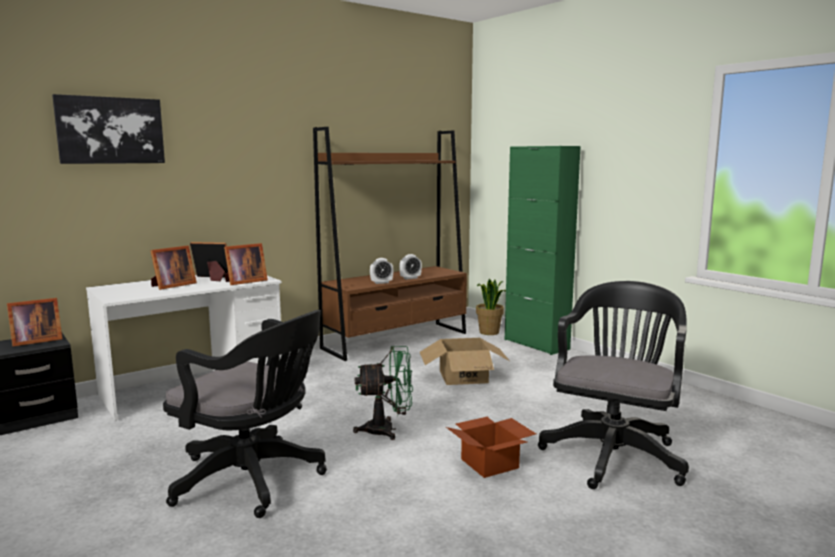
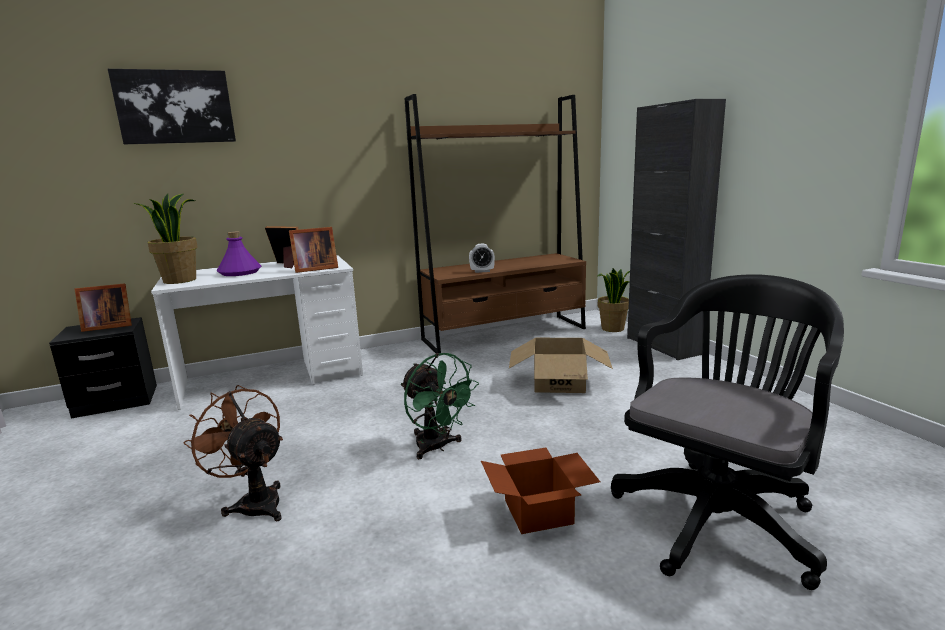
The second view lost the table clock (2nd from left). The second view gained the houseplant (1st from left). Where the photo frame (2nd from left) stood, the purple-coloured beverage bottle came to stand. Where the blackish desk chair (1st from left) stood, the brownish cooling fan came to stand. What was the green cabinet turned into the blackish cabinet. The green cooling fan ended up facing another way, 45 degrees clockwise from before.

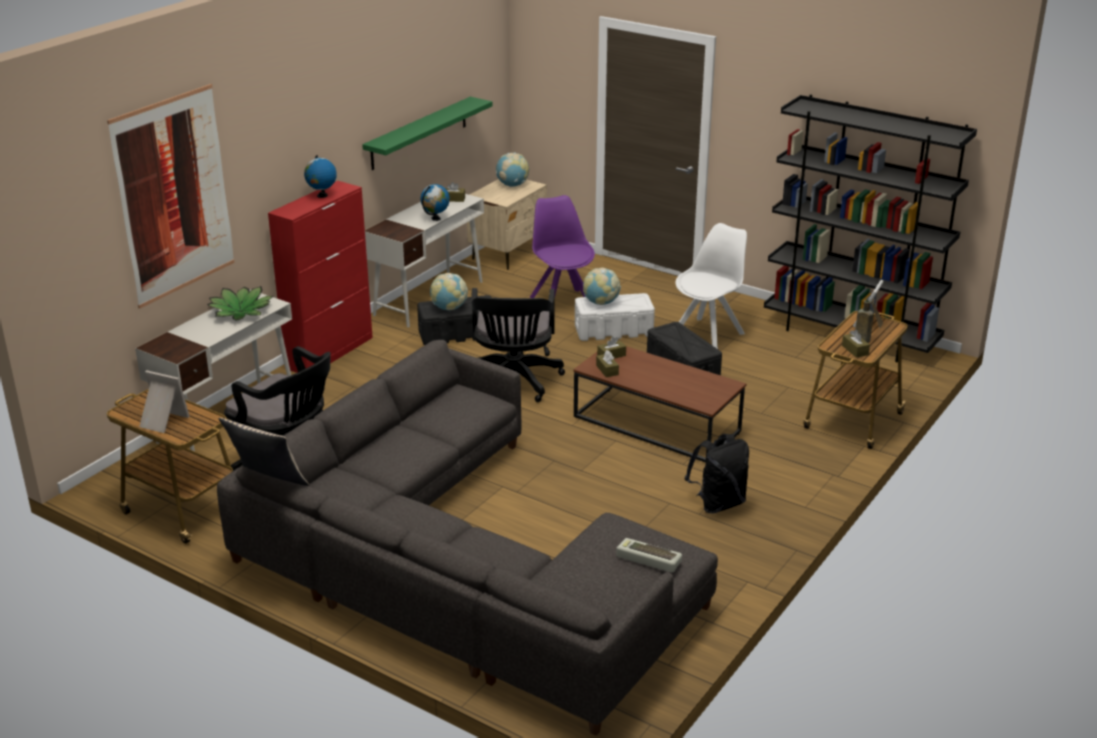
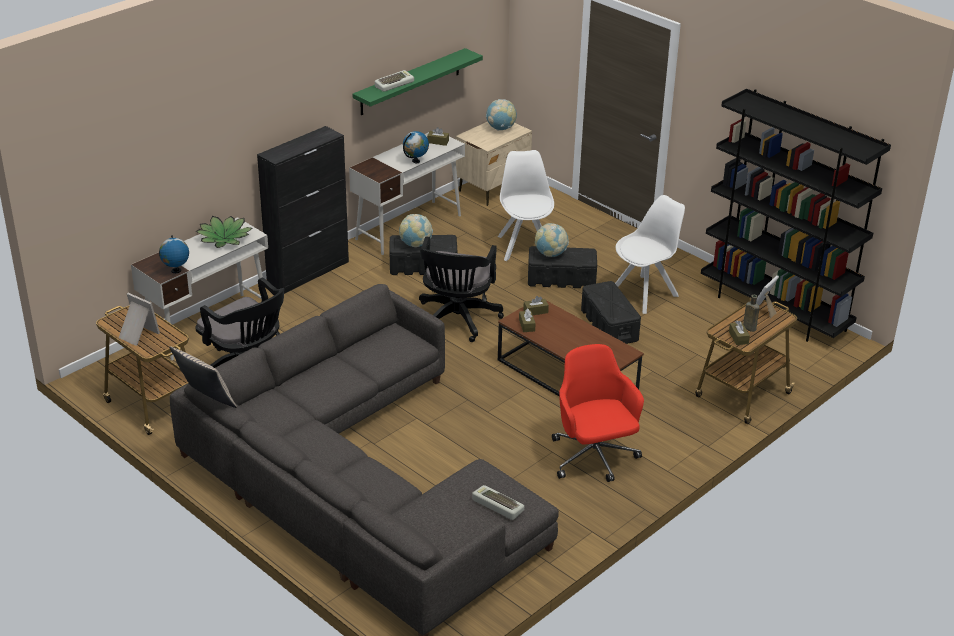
The second view lost the picture. The second view gained the PC keyboard (1st from left). The world globe (1st from left) ended up elsewhere. Where the blackish rucksack stood, the red desk chair came to stand. What was the red cabinet turned into the blackish cabinet. What was the purple-coloured chair turned into the white chair (1st from left). What was the white storage box turned into the blackish storage box (2nd from left).

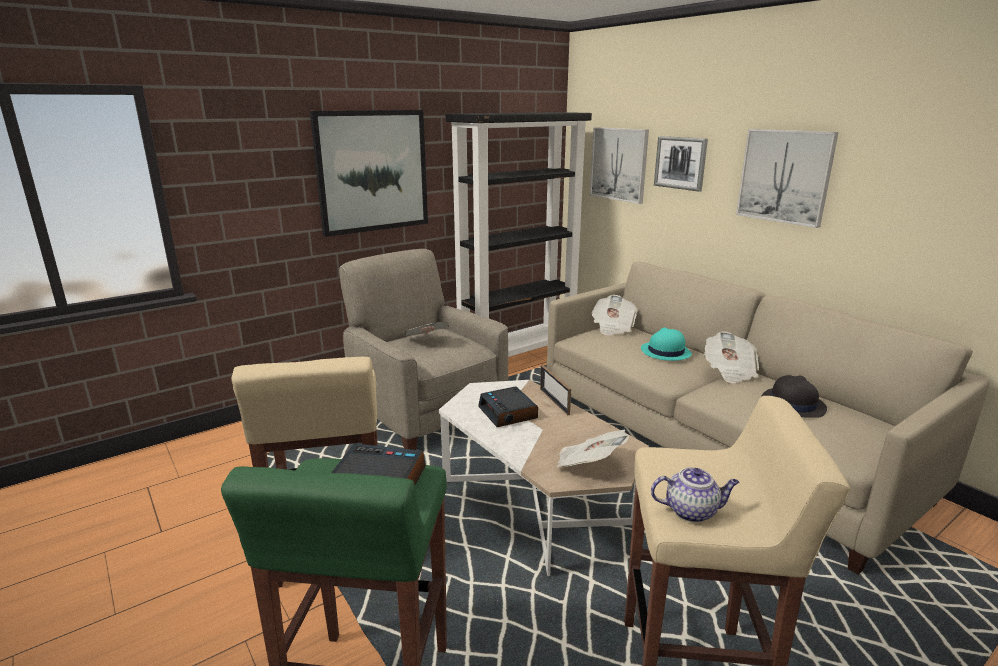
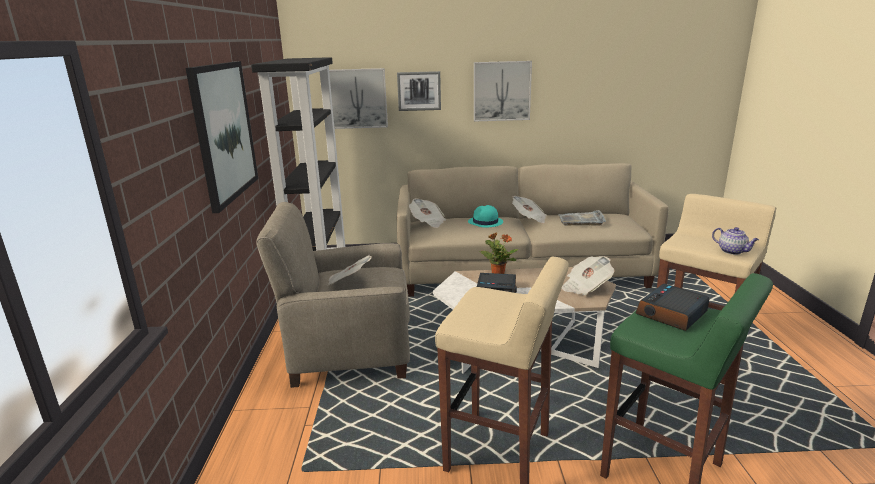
Where the photo frame stood, the houseplant came to stand. Where the blackish hat stood, the grey serving tray came to stand. The pot for tea ended up facing another way, 105 degrees clockwise from before.

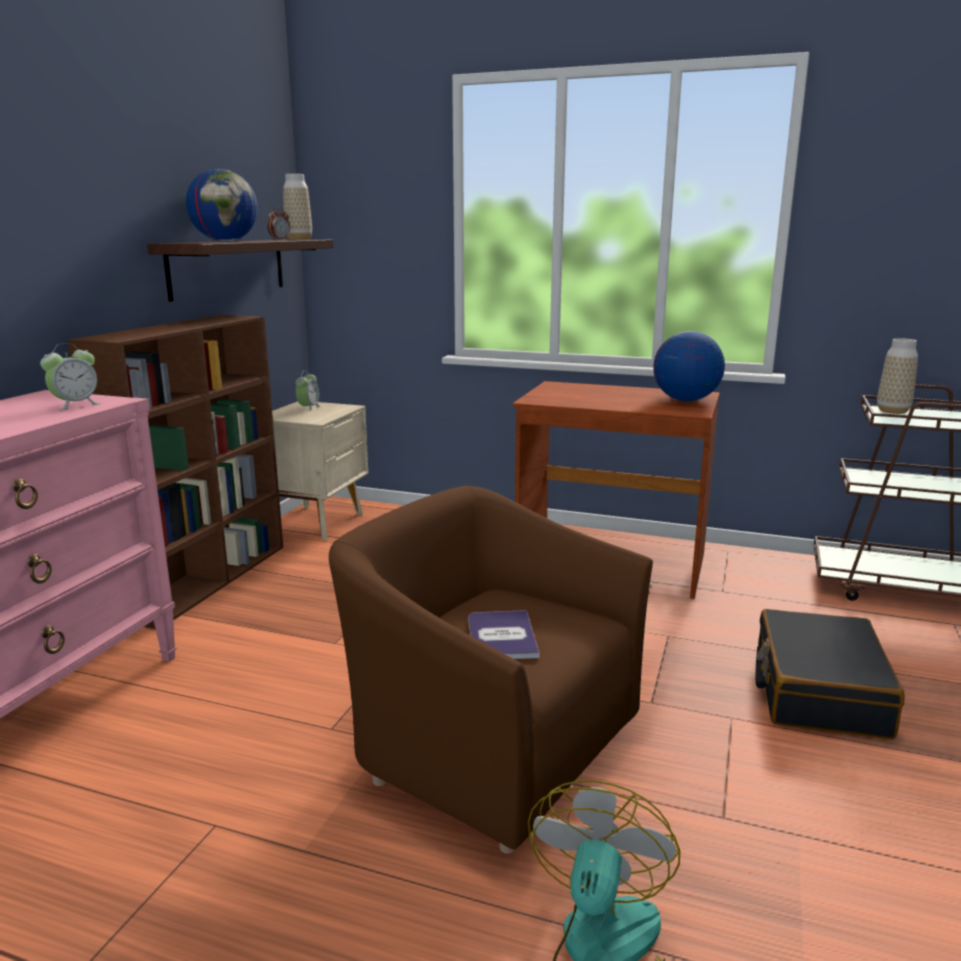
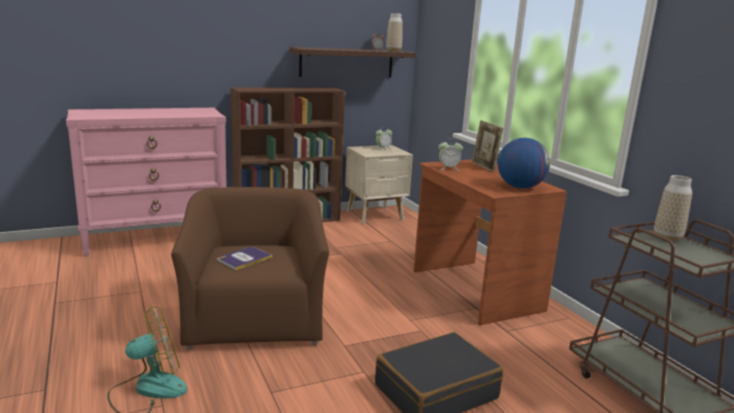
The second view lost the world globe (1st from left). The second view gained the photo frame. The table clock (1st from left in the first image) ended up elsewhere.

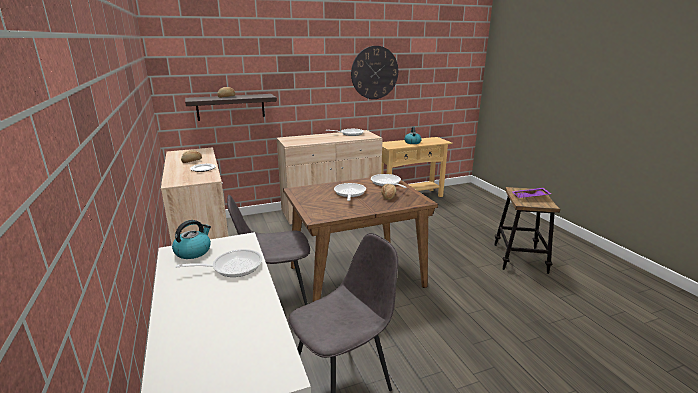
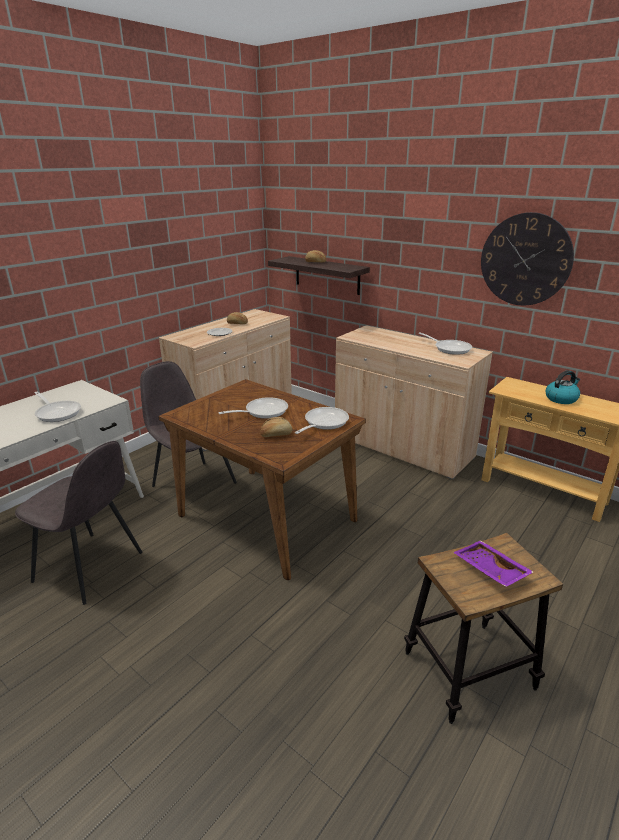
The second view lost the tea kettle (1st from left).

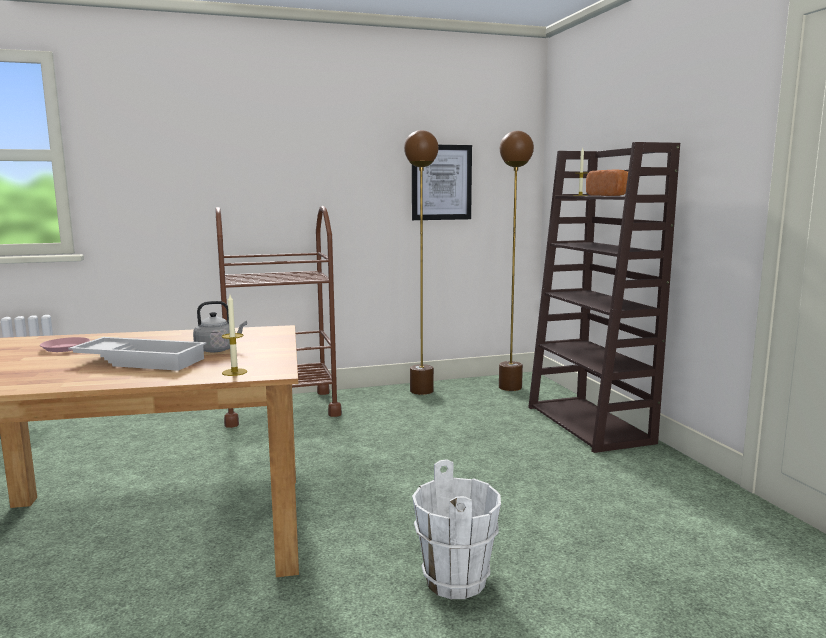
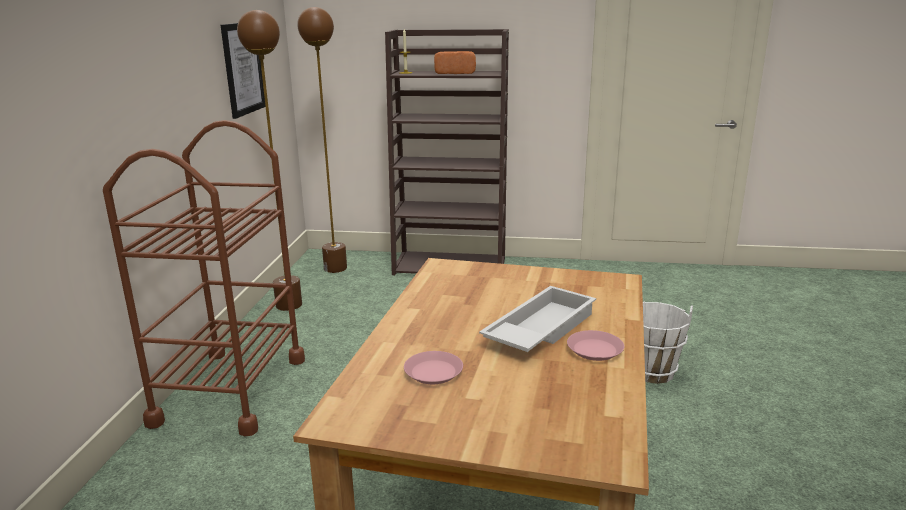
The second view lost the grey tea kettle. The second view lost the candle (1st from left). The second view gained the pinkish flat dish (2nd from left).

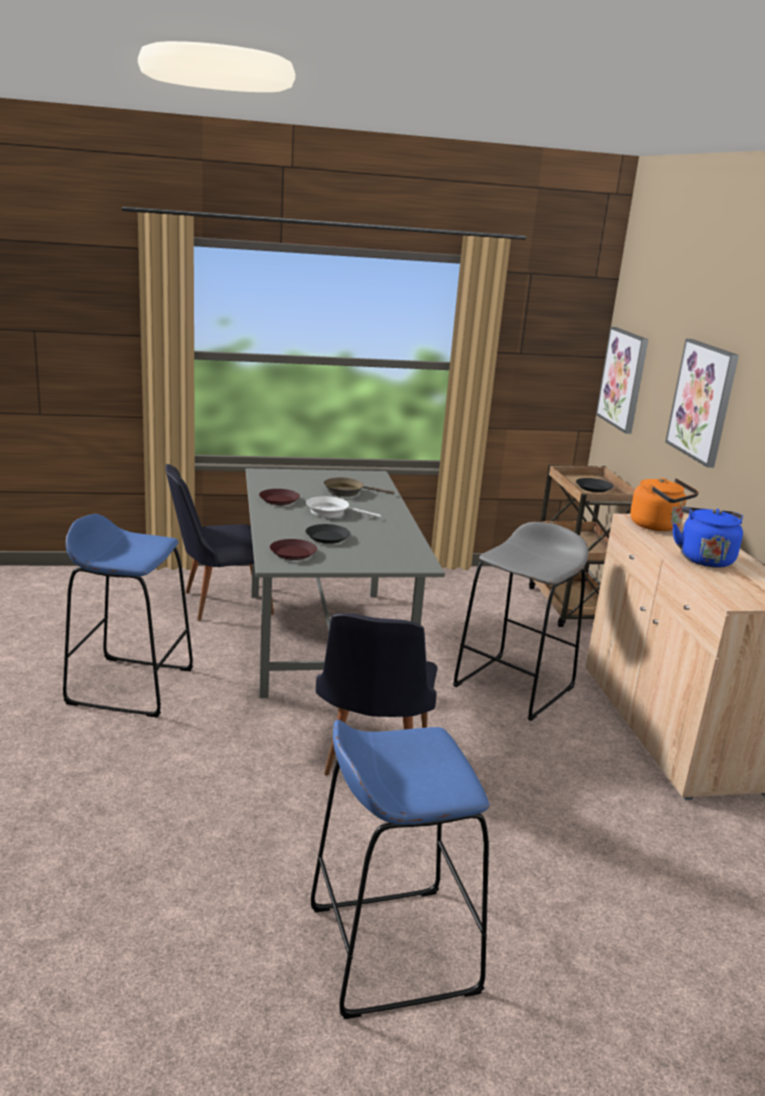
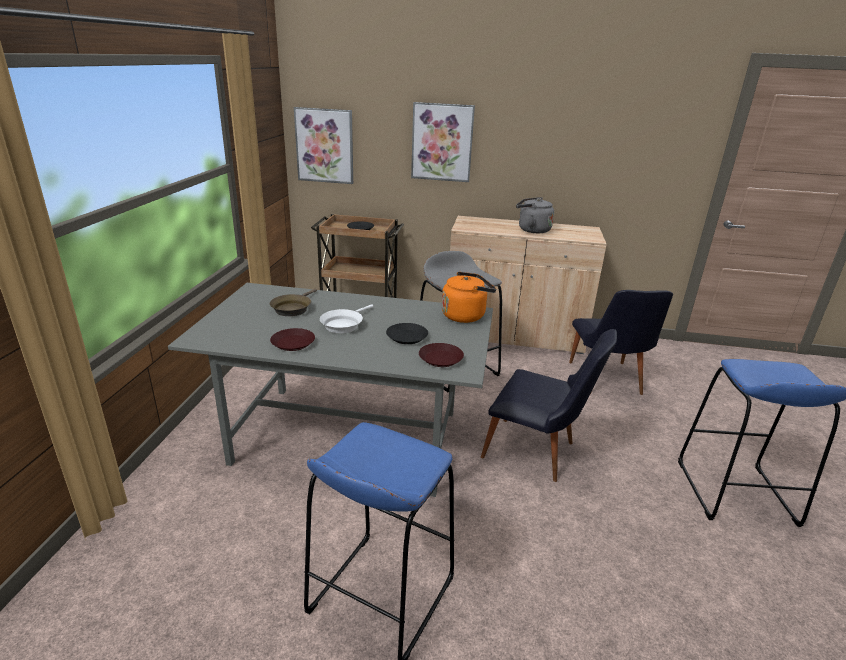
The blackish chair (1st from left in the first image) ended up elsewhere. The orangey tea kettle ended up elsewhere. What was the bluish tea kettle turned into the grey tea kettle.

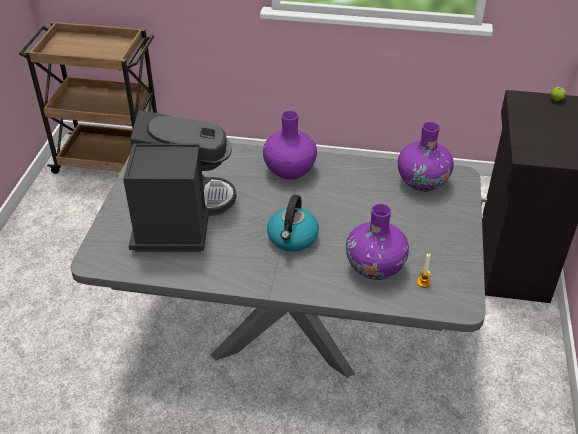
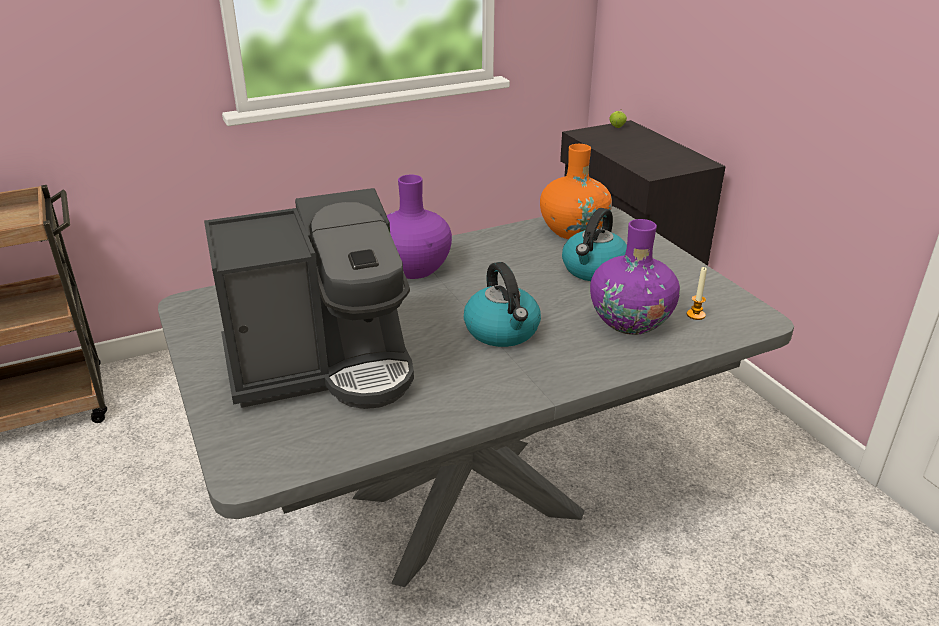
The second view gained the tea kettle (2nd from left). What was the purple-coloured decorative vase (3rd from left) turned into the orangey decorative vase. The coffee maker ended up facing another way, 105 degrees clockwise from before.

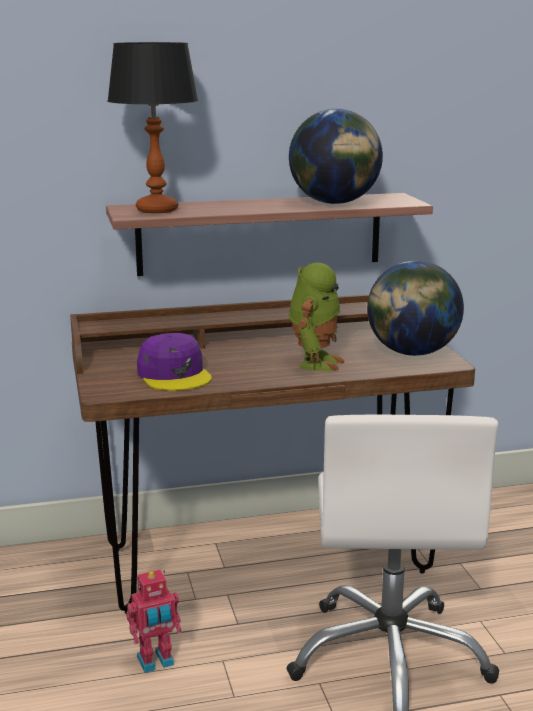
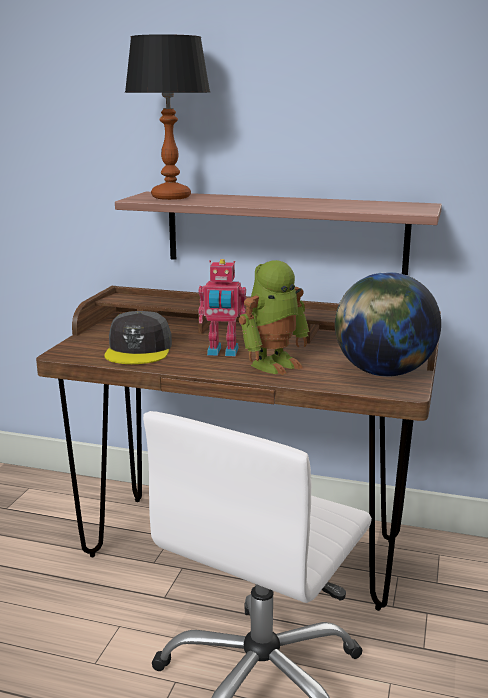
The second view lost the world globe (1st from left). The toy robot (1st from left) ended up elsewhere. What was the purple-coloured baseball cap turned into the grey baseball cap.

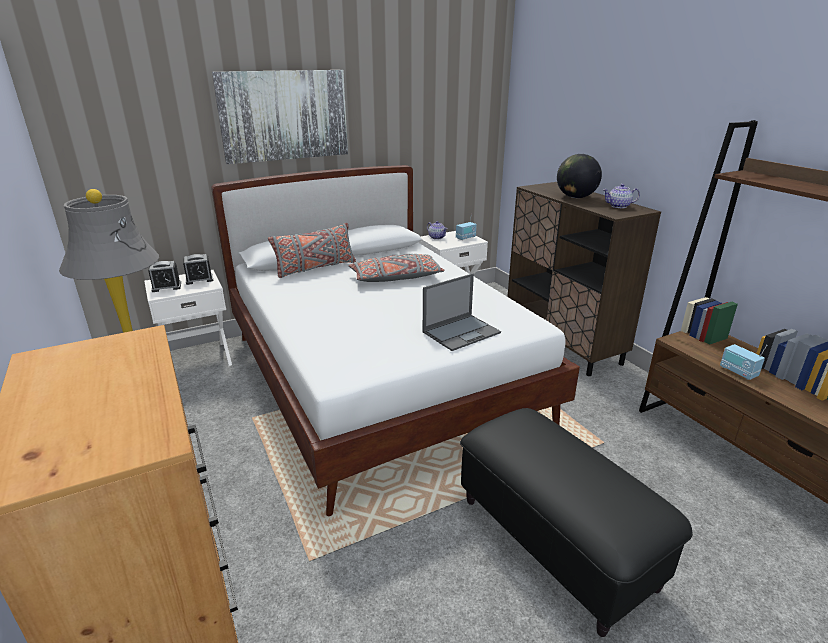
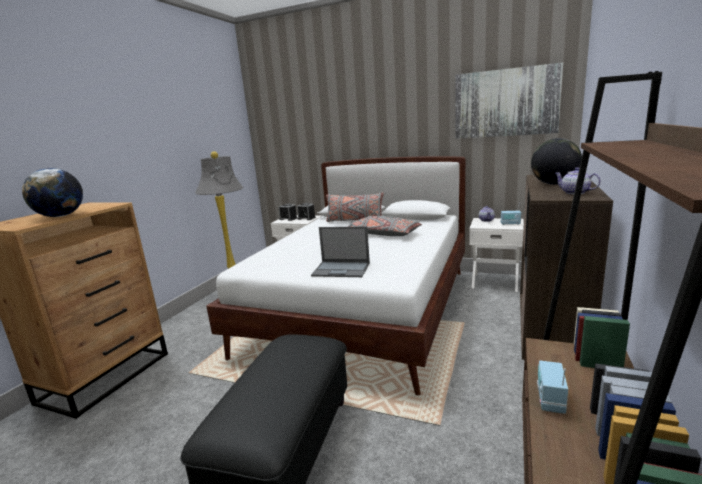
The second view gained the world globe (1st from left). The picture ended up elsewhere.

